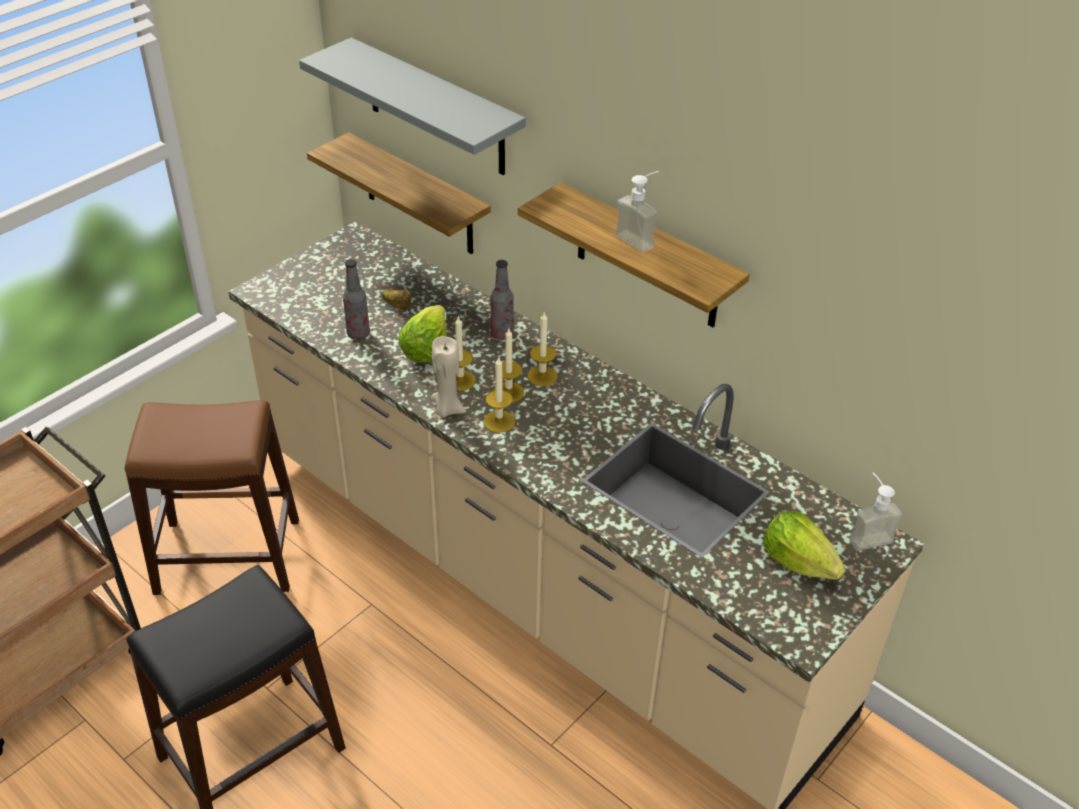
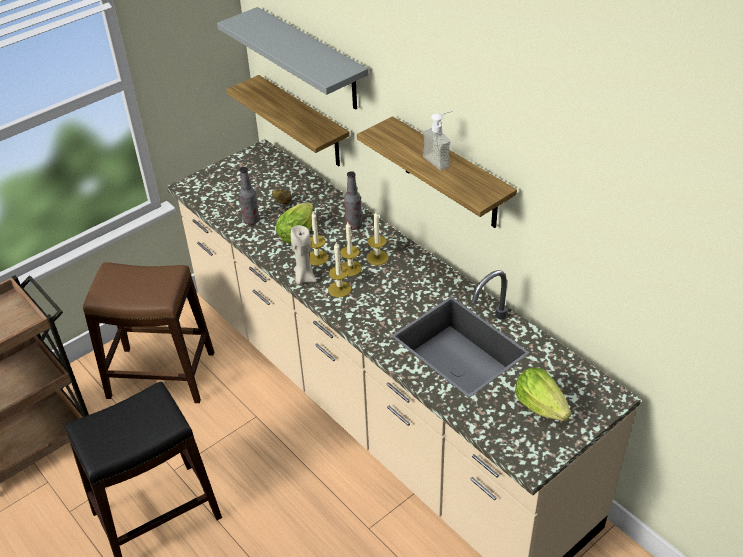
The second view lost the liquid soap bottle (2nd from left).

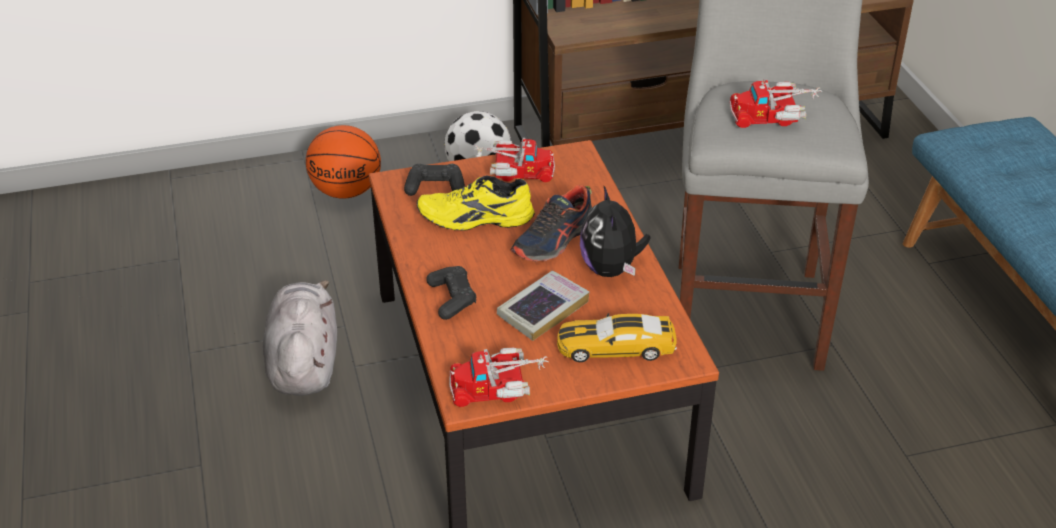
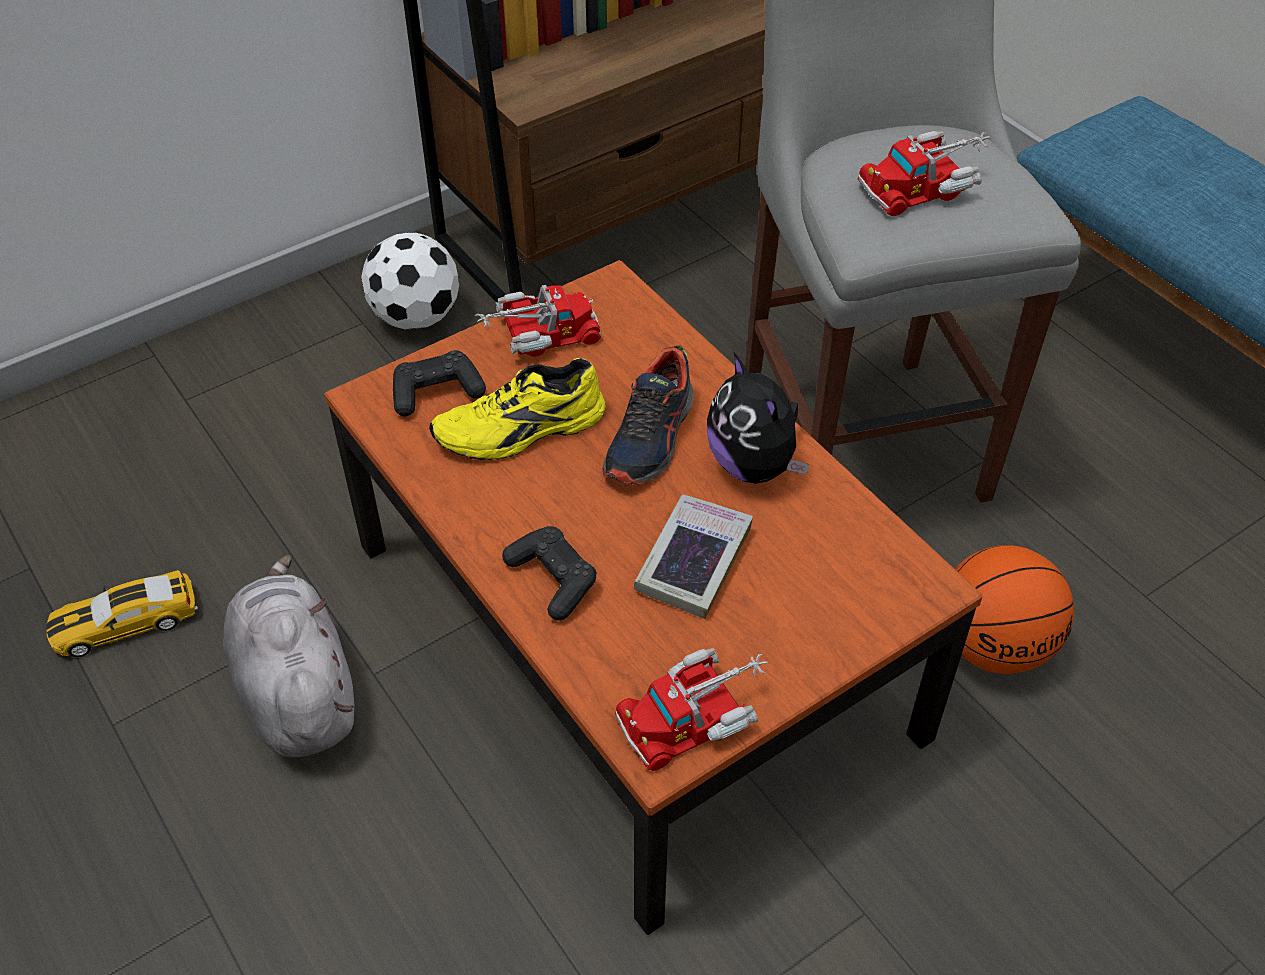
The ball for basketball ended up elsewhere. The model car ended up elsewhere.

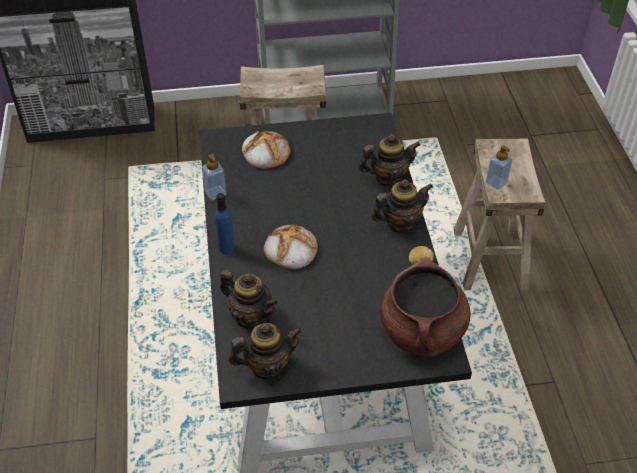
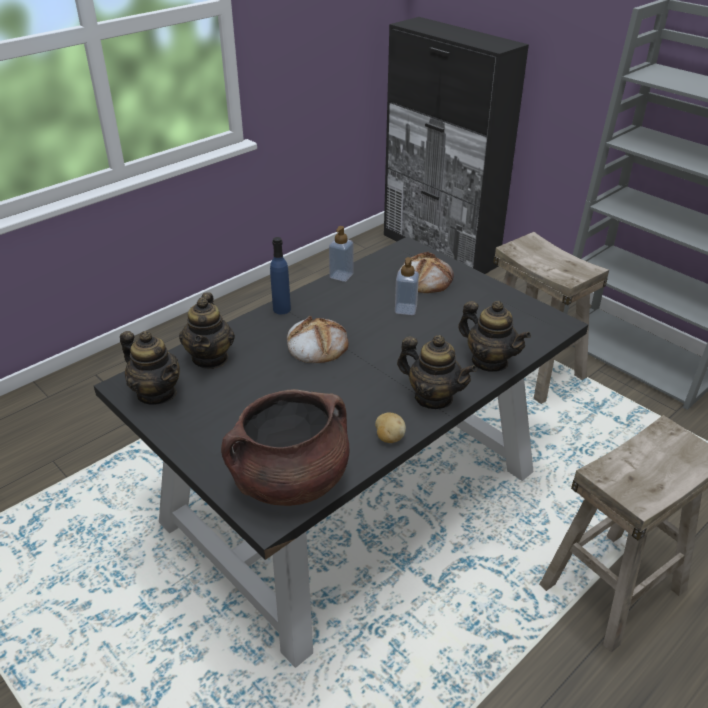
The liquid soap bottle (2nd from left) ended up elsewhere.

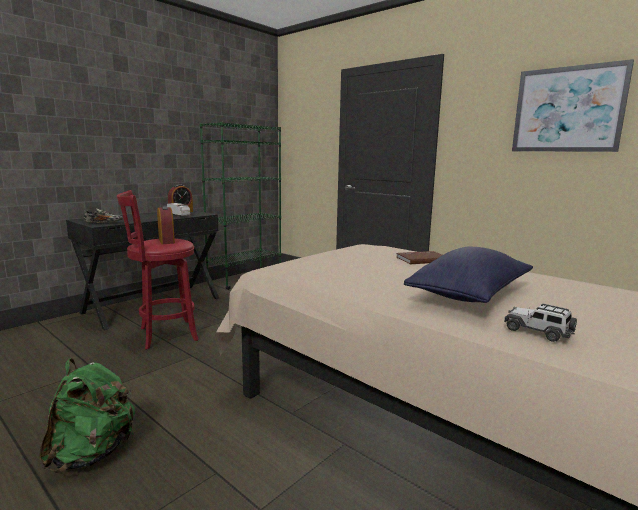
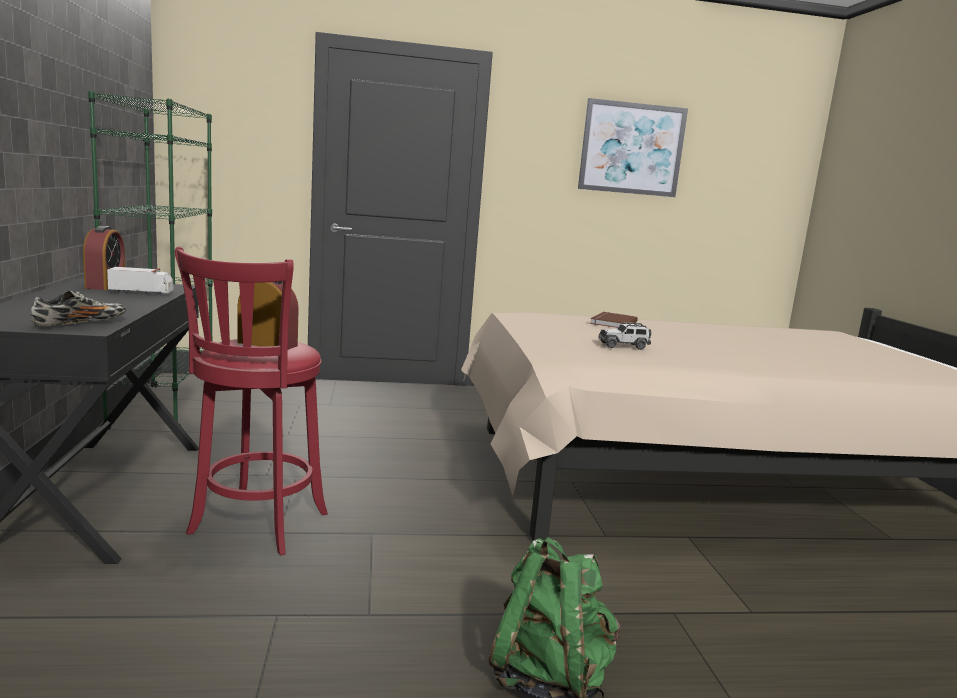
The second view lost the bluish pillow. The model car ended up elsewhere.

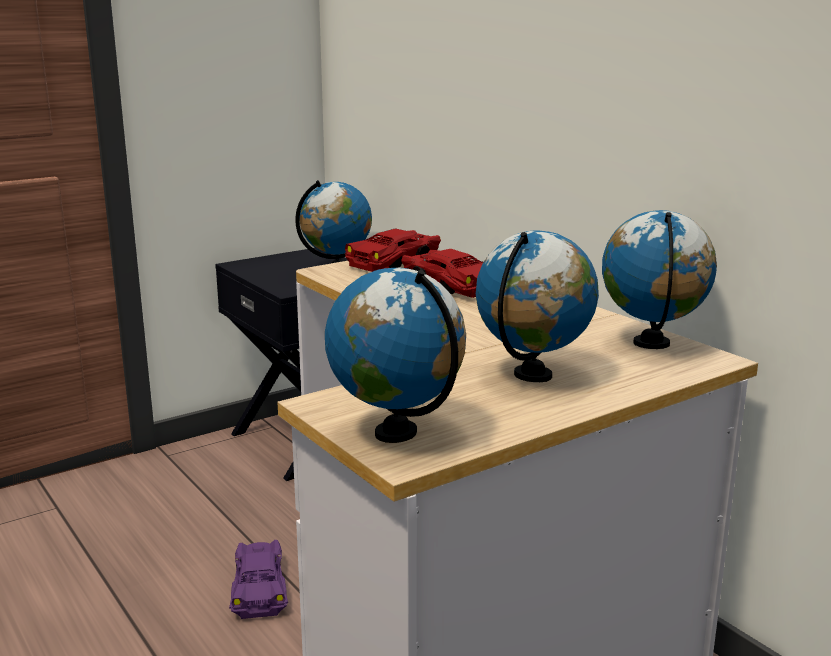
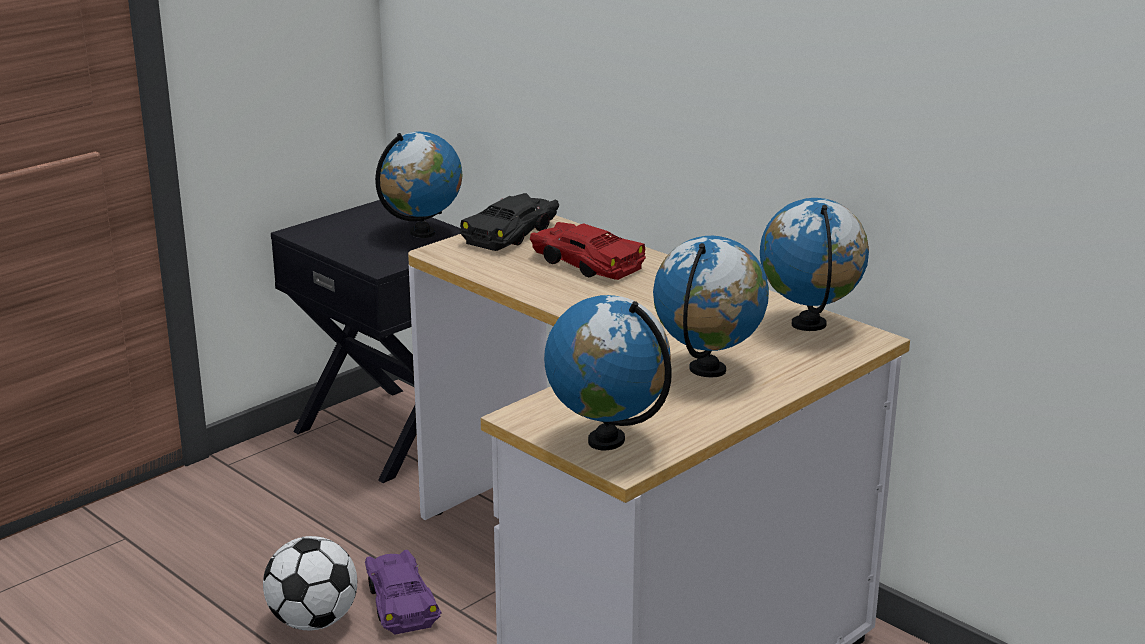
The second view gained the football ball. What was the red model car (1st from left) turned into the blackish model car.

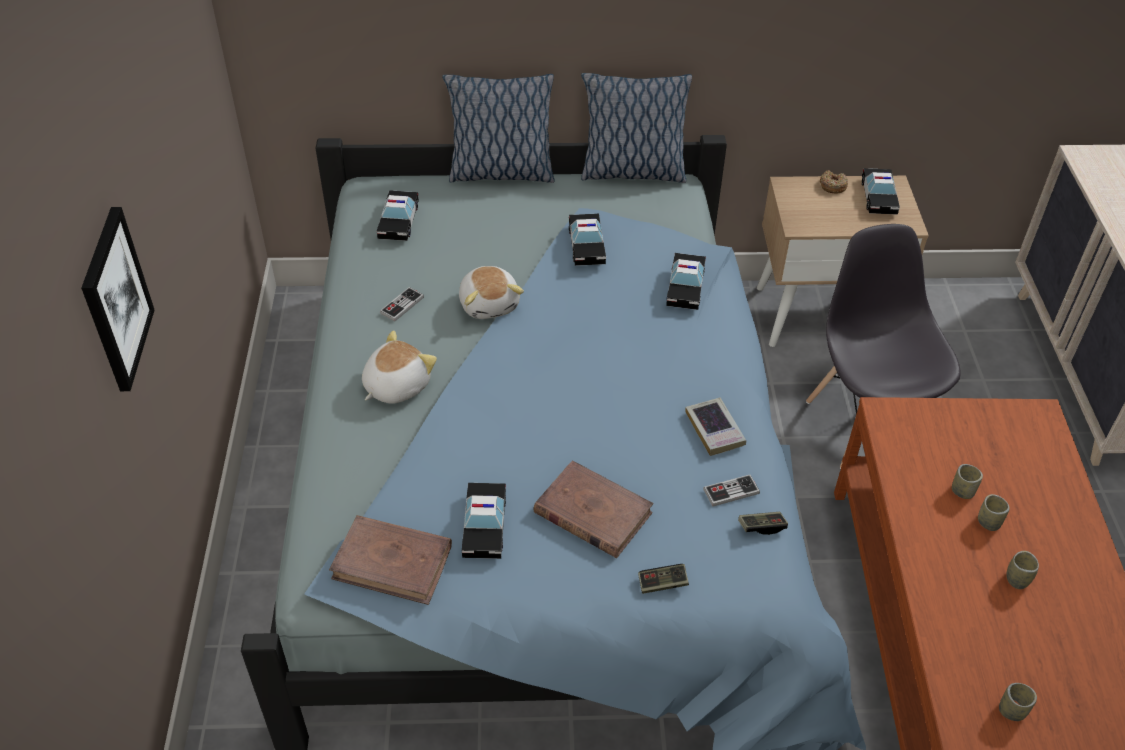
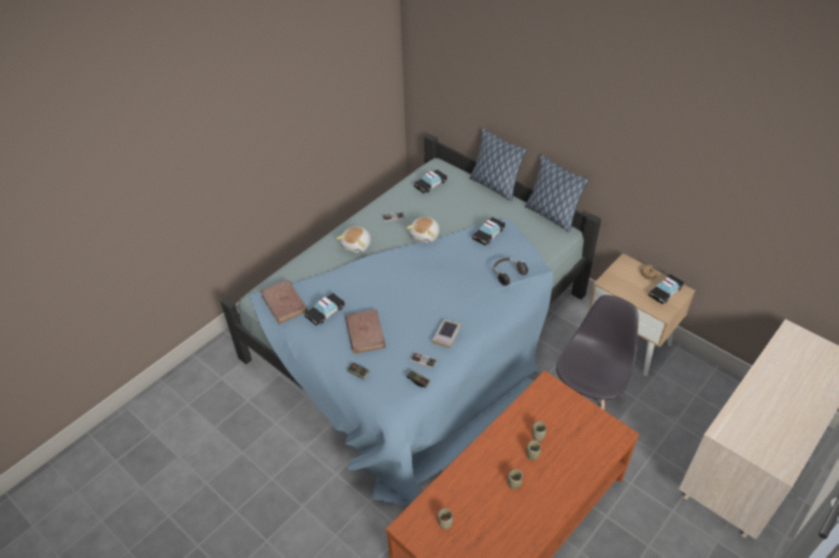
The second view lost the picture. Where the model car (4th from left) stood, the headset came to stand. The plush toy (1st from left) ended up facing another way, 120 degrees clockwise from before.

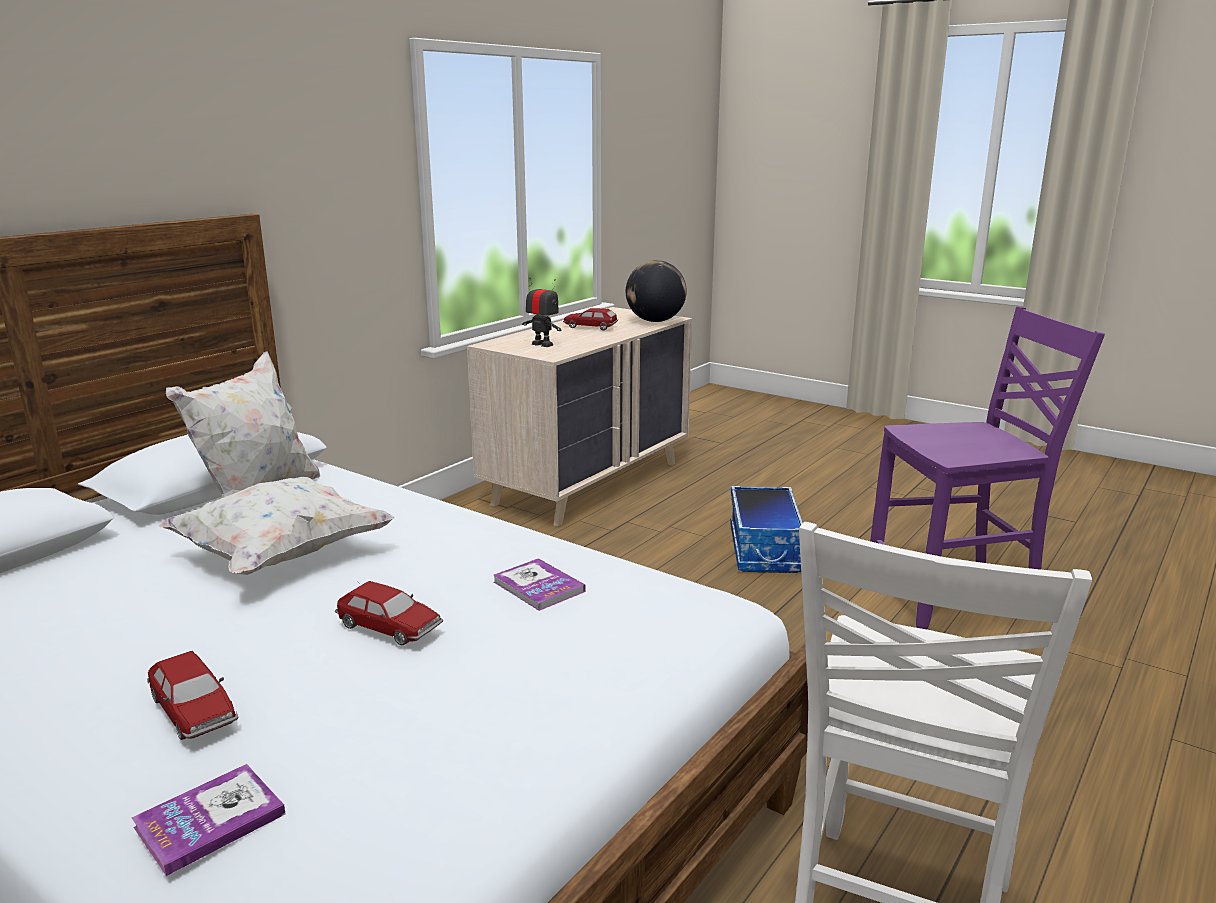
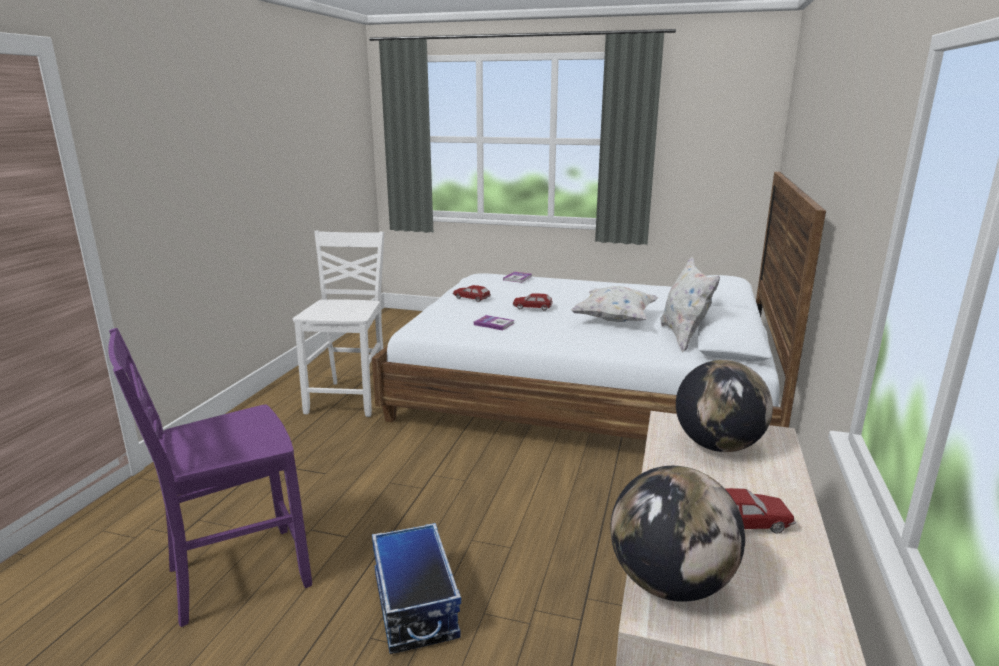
The model car (1st from left) ended up elsewhere. Where the toy robot stood, the world globe (2nd from left) came to stand.

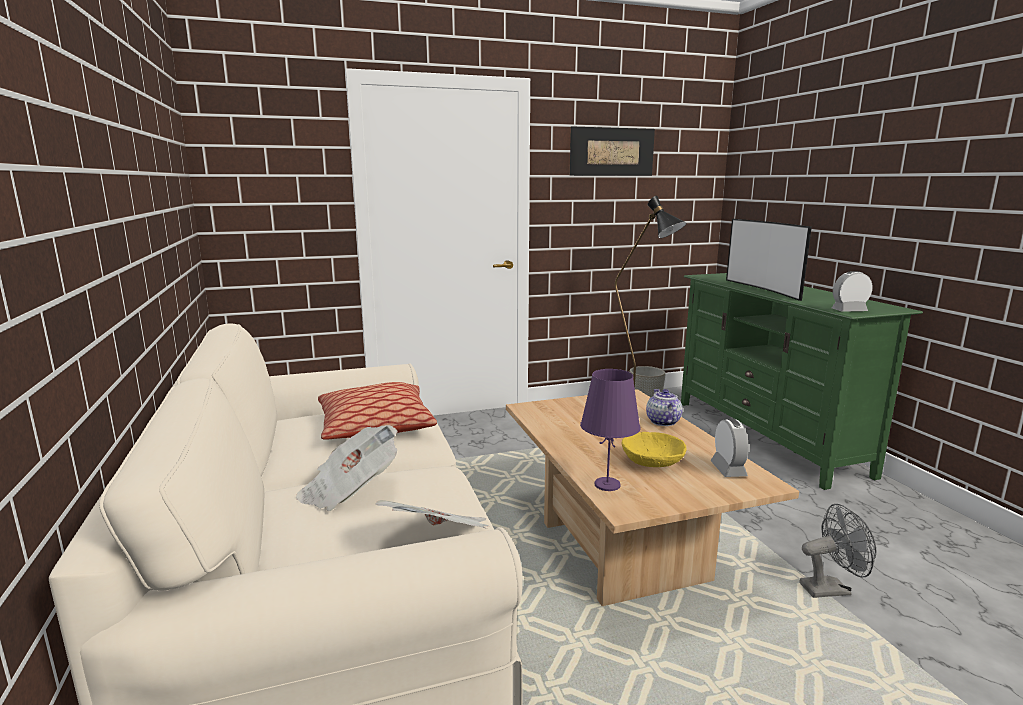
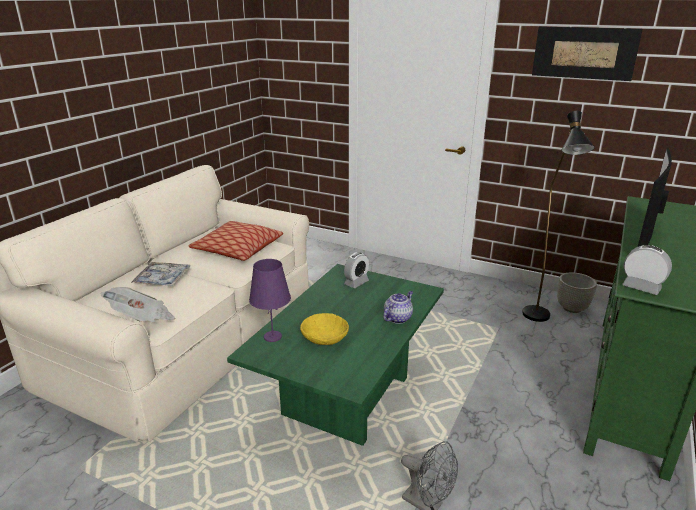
The table clock (1st from left) ended up elsewhere. Where the printed paper (1st from left) stood, the serving tray came to stand. What was the beige lounge table turned into the green lounge table.

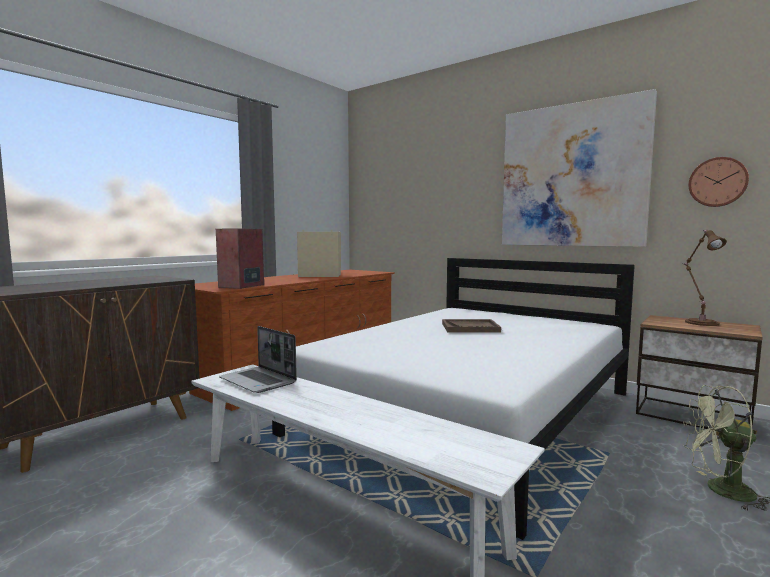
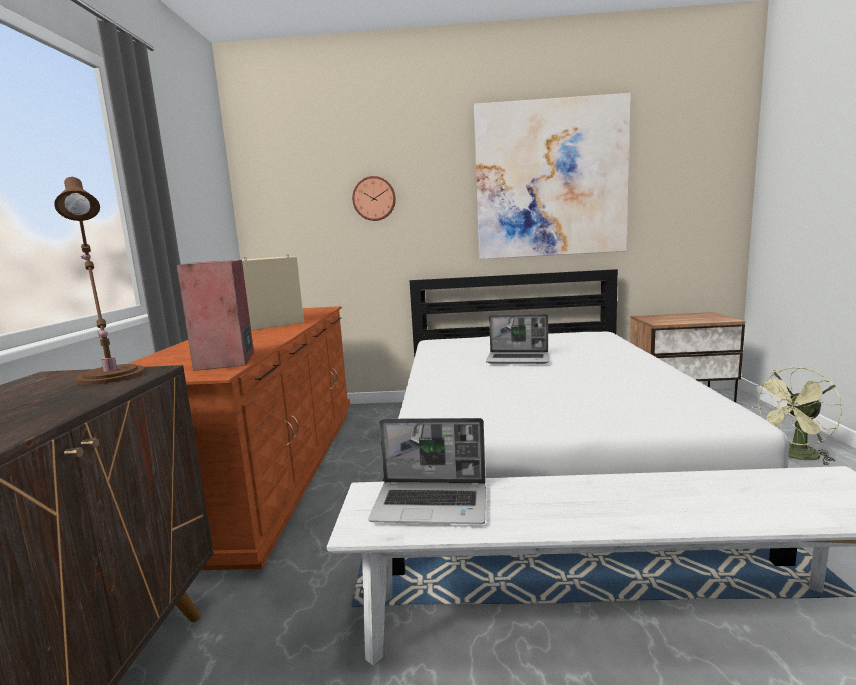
The brownish lamp for a table ended up elsewhere. The wall clock ended up elsewhere. Where the brownish serving tray stood, the notebook computer (2nd from left) came to stand.

